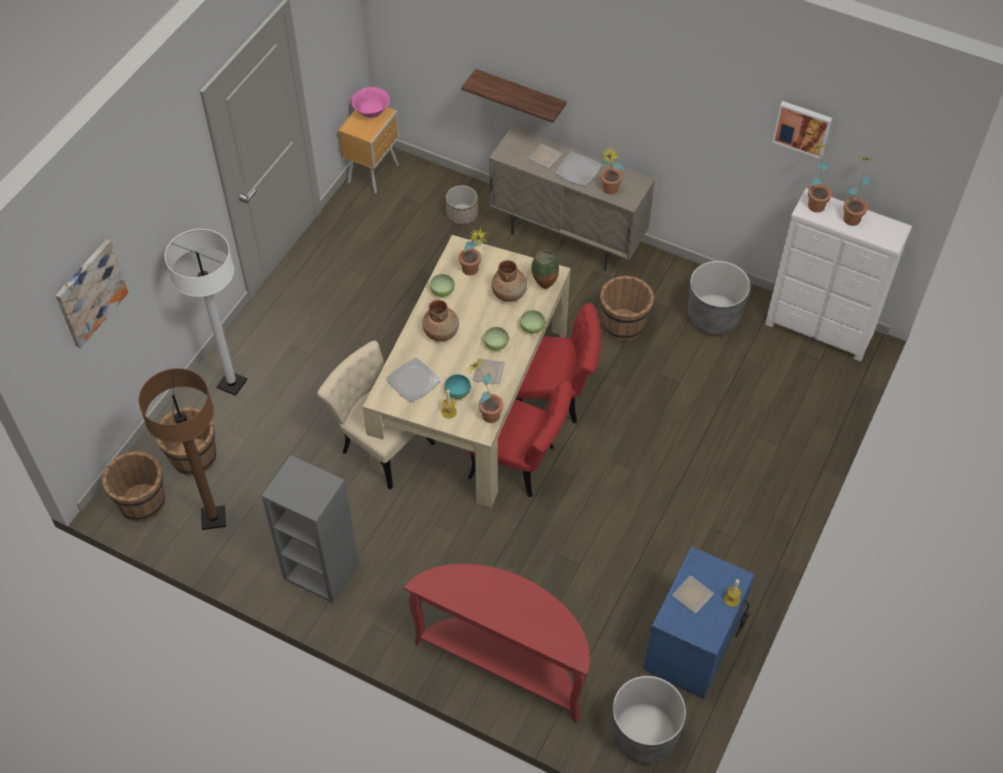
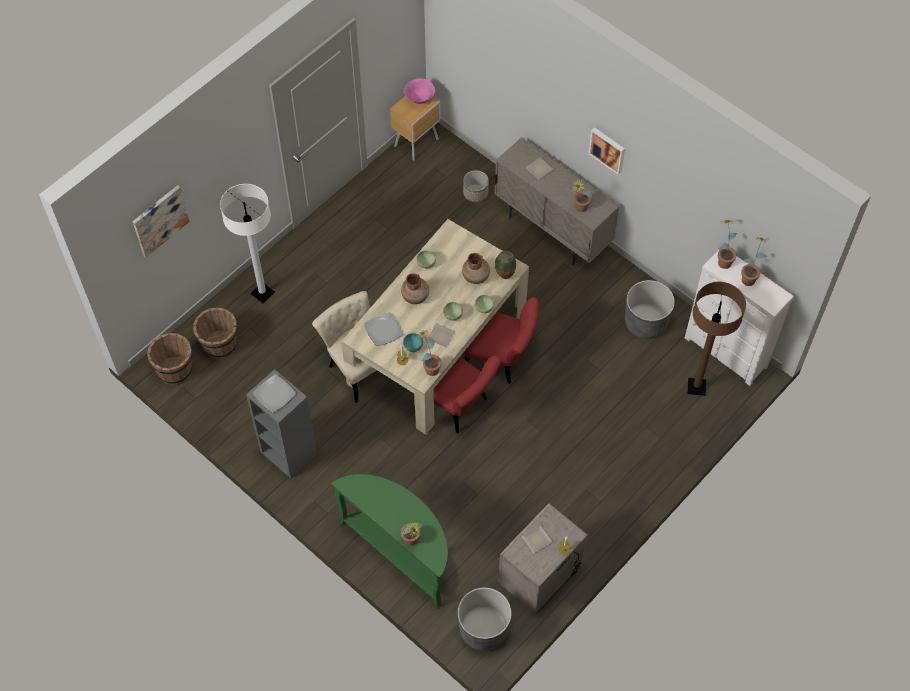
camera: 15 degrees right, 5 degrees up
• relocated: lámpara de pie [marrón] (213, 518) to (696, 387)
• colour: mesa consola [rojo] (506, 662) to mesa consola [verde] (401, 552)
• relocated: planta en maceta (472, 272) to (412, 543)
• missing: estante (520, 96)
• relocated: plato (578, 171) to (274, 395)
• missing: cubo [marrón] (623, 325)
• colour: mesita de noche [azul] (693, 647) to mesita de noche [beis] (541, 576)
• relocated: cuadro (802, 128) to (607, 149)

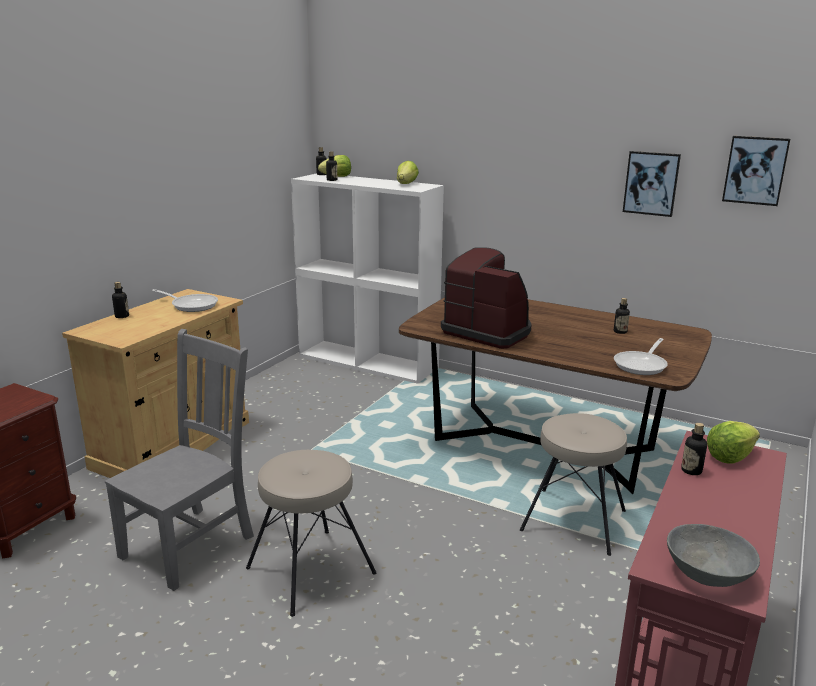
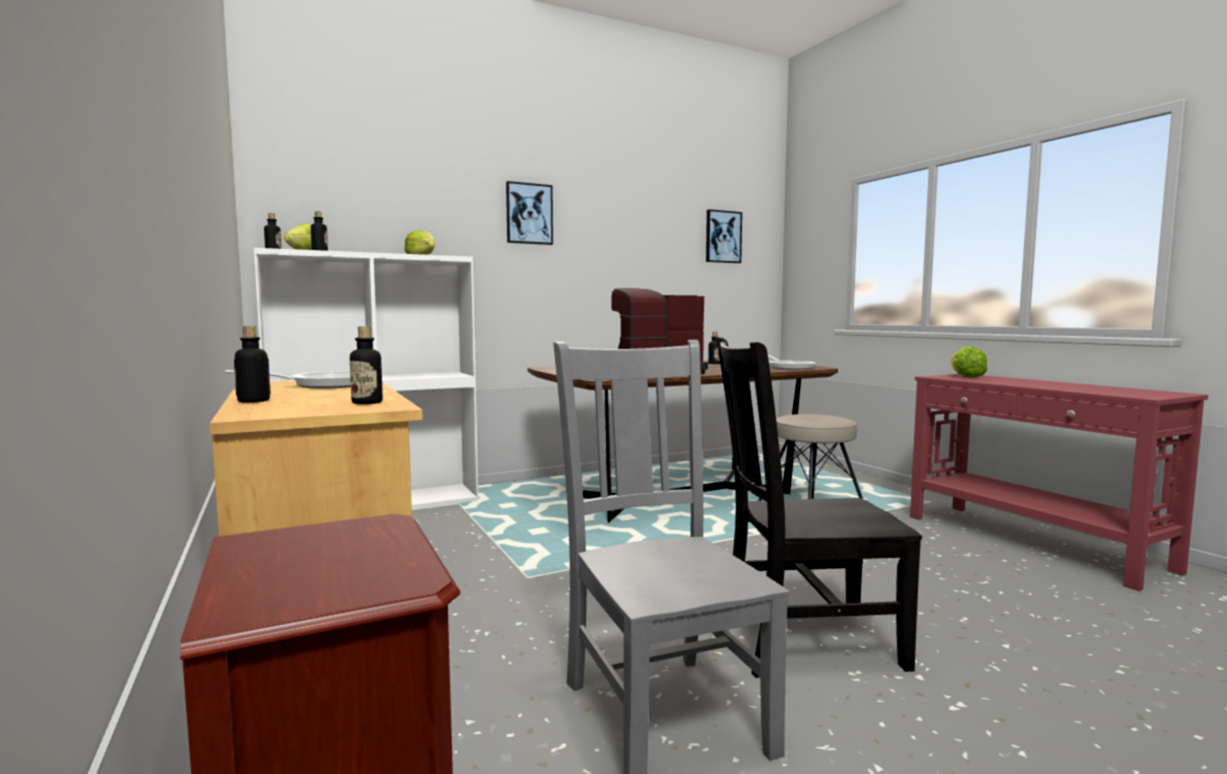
camera: 55 degrees left, 15 degrees down
• exchanged: taburete [beis] (310, 569) to silla [negro] (802, 641)
• relocated: cuadro (651, 183) to (529, 214)
• missing: cuenco [gris] (707, 574)
• relocated: botella (691, 470) to (367, 402)

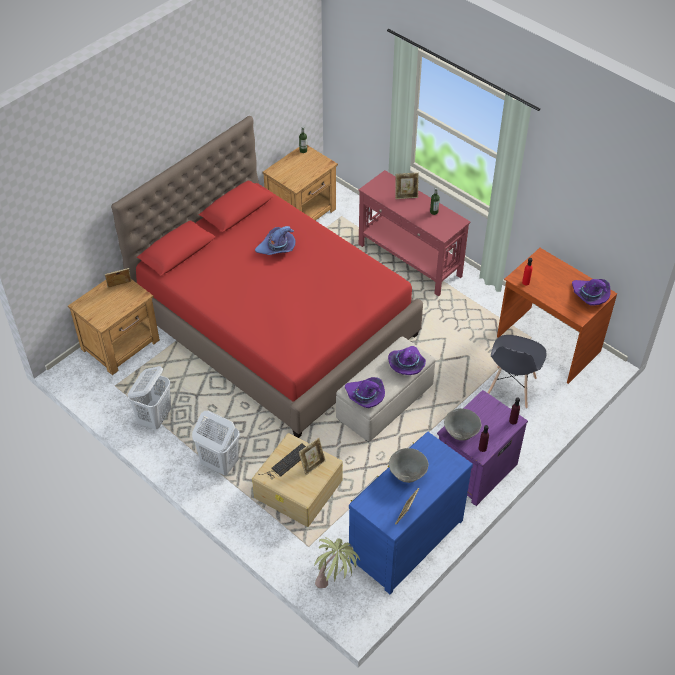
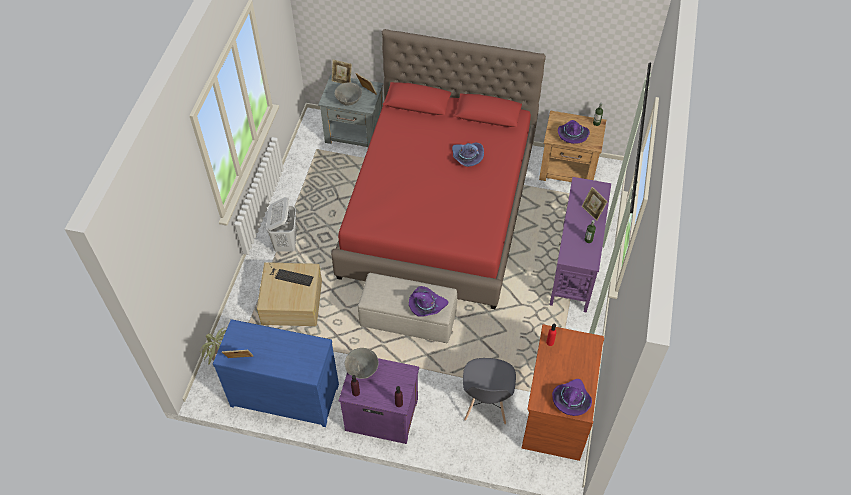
camera: 60 degrees right, 5 degrees up
• colour: mesita de noche [marrón] (121, 344) to mesita de noche [gris] (355, 133)
• missing: cesto de la ropa [blanco] (155, 417)
• relocated: portarretratos (312, 464) to (342, 80)
• relocated: sombrero [morado] (365, 396) to (572, 135)
• colour: mesa consola [rojo] (409, 261) to mesa consola [morado] (574, 266)
• relocated: cuenco [gris] (407, 474) to (349, 101)
• spun: silla [gris] (511, 387) = (486, 404) 75 degrees counterclockwise

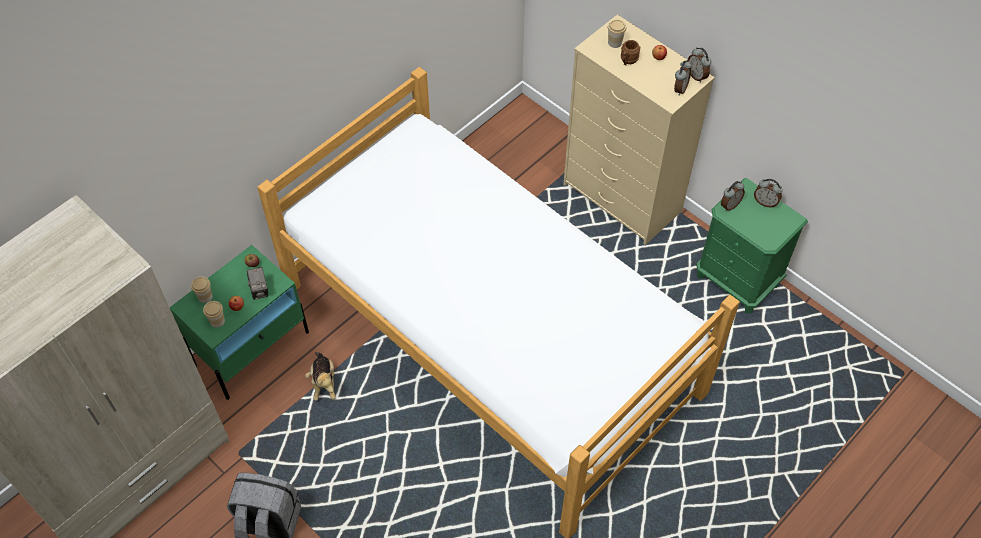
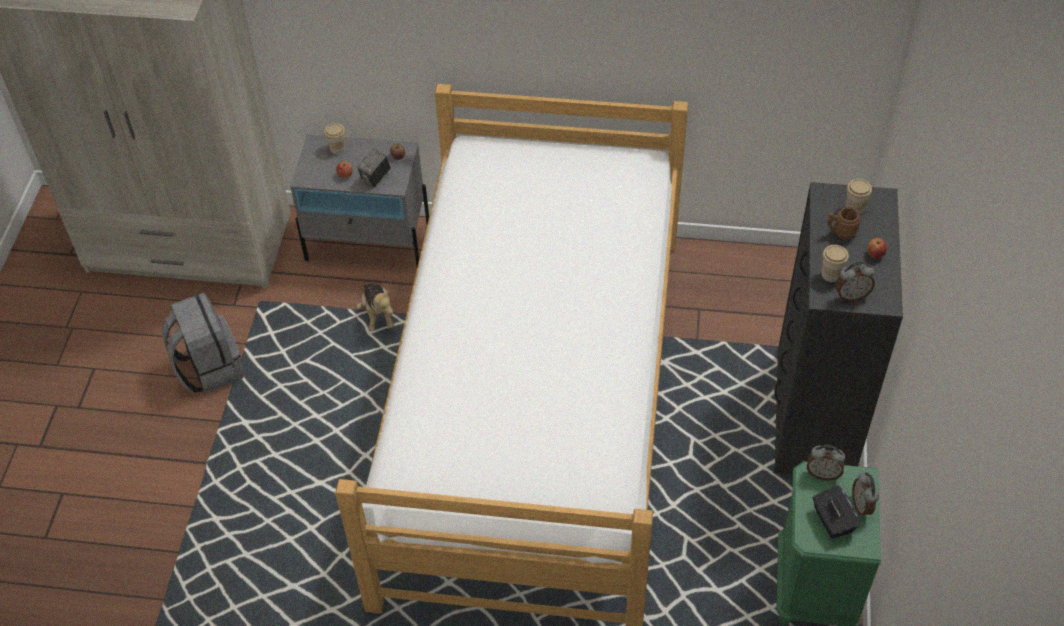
camera: 55 degrees right, 5 degrees down
• colour: mesita de noche [verde] (252, 348) to mesita de noche [gris] (368, 243)
• relocated: taza (217, 321) to (831, 274)
• spun: peluche (324, 382) = (377, 314) 60 degrees counterclockwise
• colour: cómoda [beis] (623, 199) to cómoda [negro] (813, 418)
• missing: despertador (697, 76)
• appeared: caja de pañuelos [negro] (832, 521)

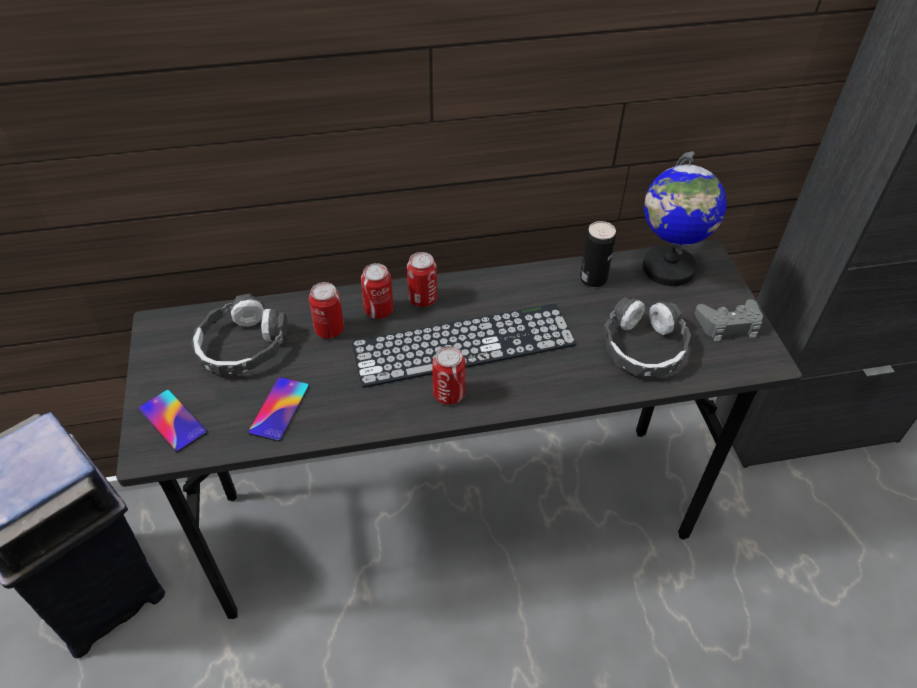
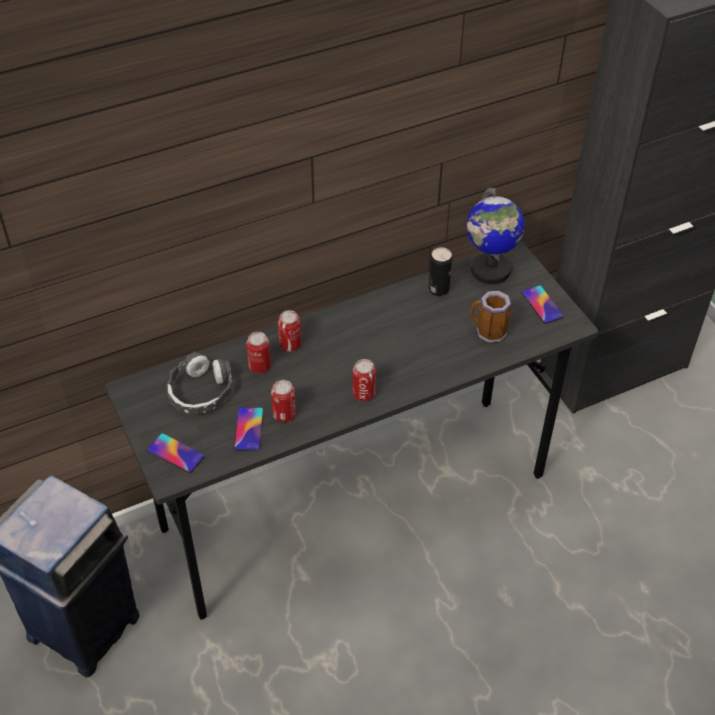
camera: 15 degrees left, 0 degrees up
• missing: teclado (463, 344)
• relocated: lata (422, 298) to (284, 414)
• exchanged: auriculares (643, 347) to taza grande (488, 333)
• exchanged: mando de consola [gris] (728, 324) to móvil (542, 305)

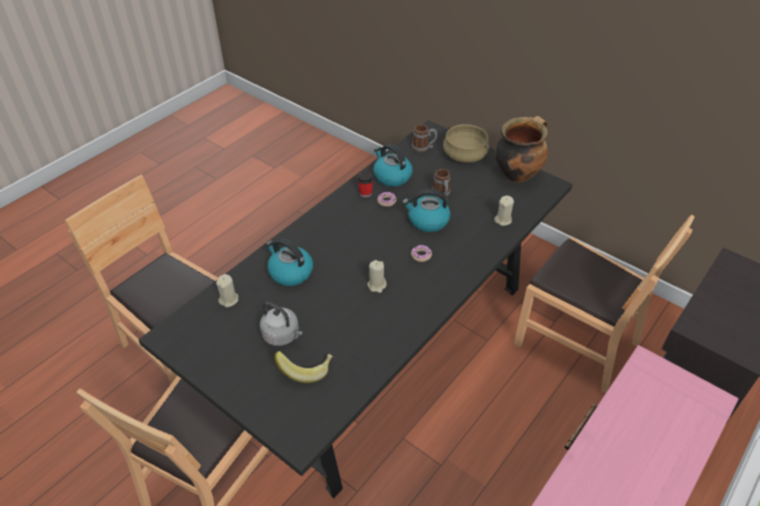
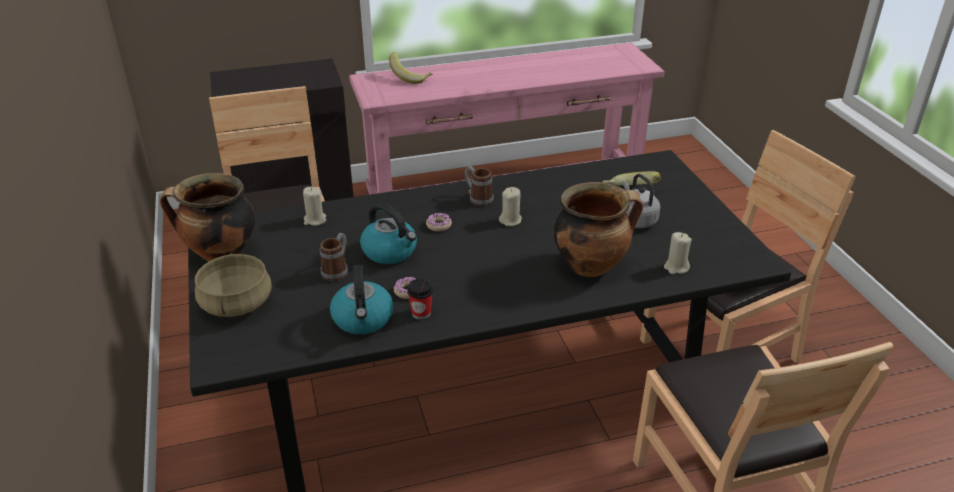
camera: 145 degrees left, 10 degrees down
• exchanged: hervidor (290, 272) to olla (591, 265)
• relocated: taza grande (423, 147) to (478, 198)
• appeared: plátano (411, 78)

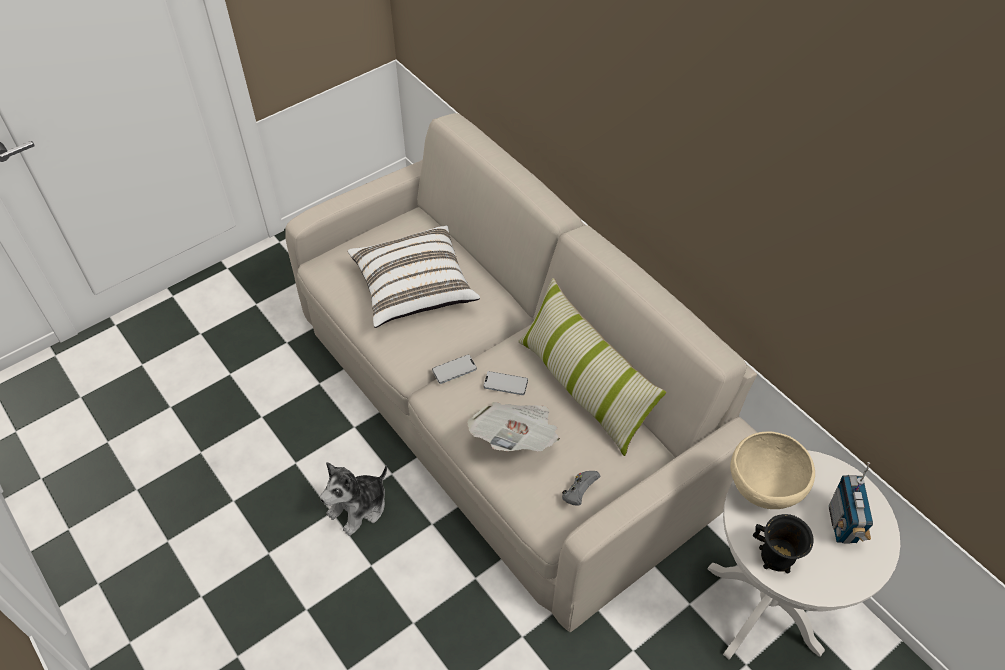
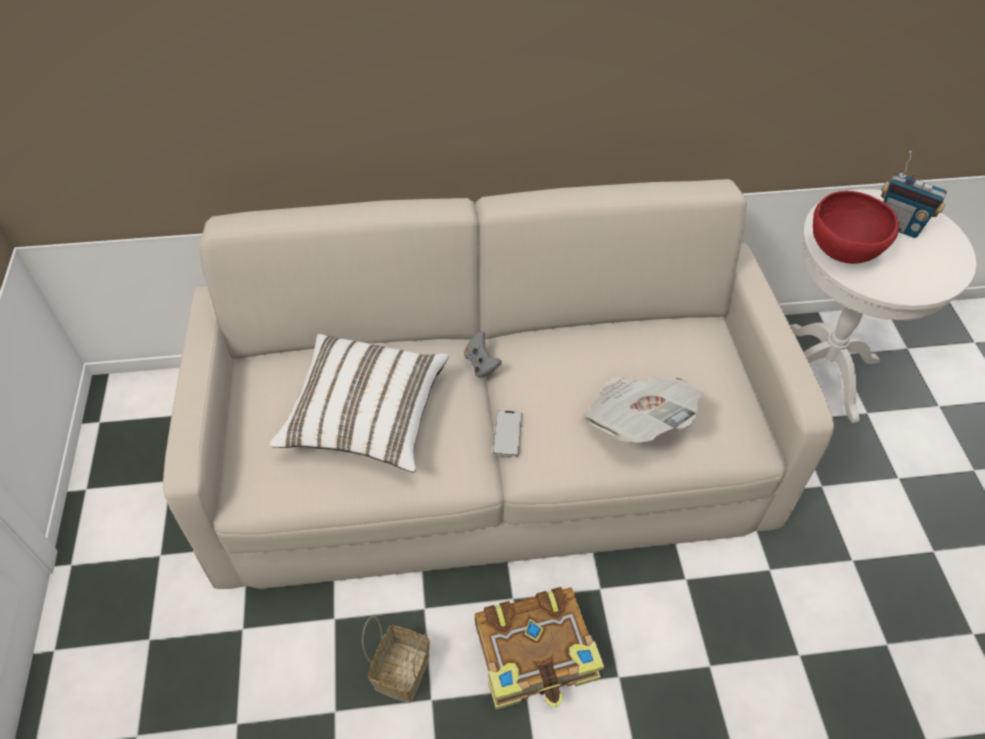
camera: 60 degrees left, 0 degrees up
• exchanged: peluche (359, 507) to libro (537, 654)
• missing: móvil (505, 384)
• missing: cojín (583, 387)
• relocated: mando de consola [gris] (579, 493) to (481, 364)
• colour: cuenco [beis] (763, 488) to cuenco [rojo] (840, 252)
• missing: taza grande [negro] (777, 557)
• appeared: cesta (401, 669)

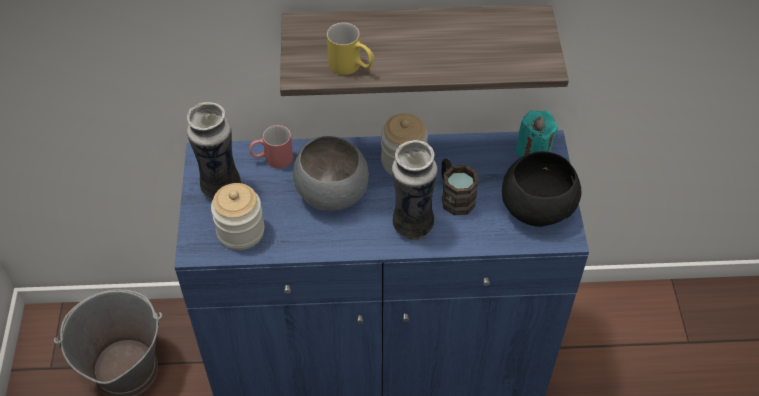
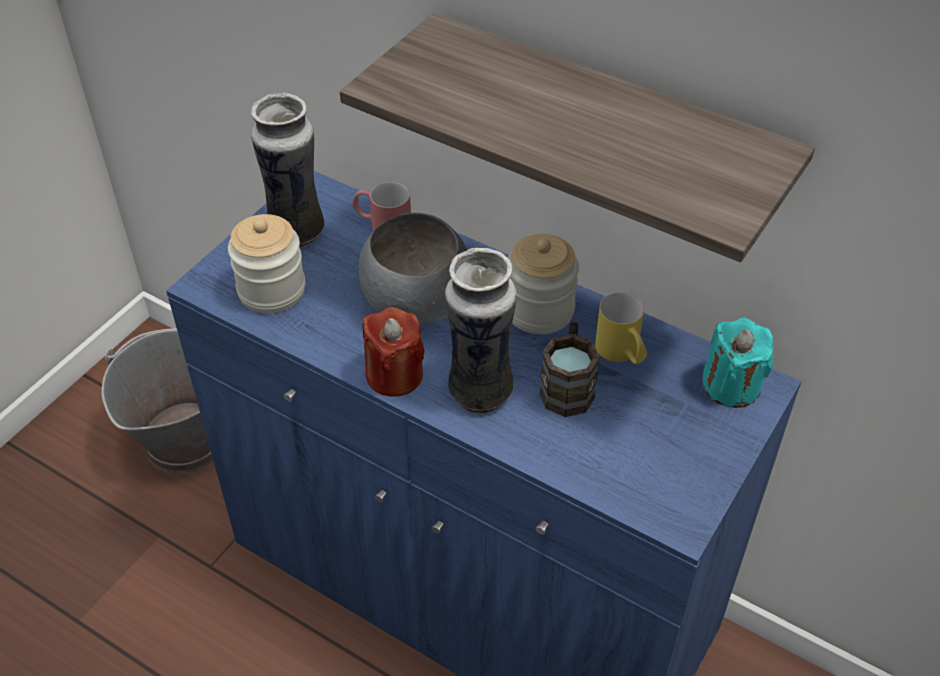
camera: 35 degrees right, 5 degrees down
• relocated: taza grande [amarillo] (351, 67) to (622, 354)
• missing: cuenco [negro] (536, 207)
• appeared: vela [rojo] (394, 375)

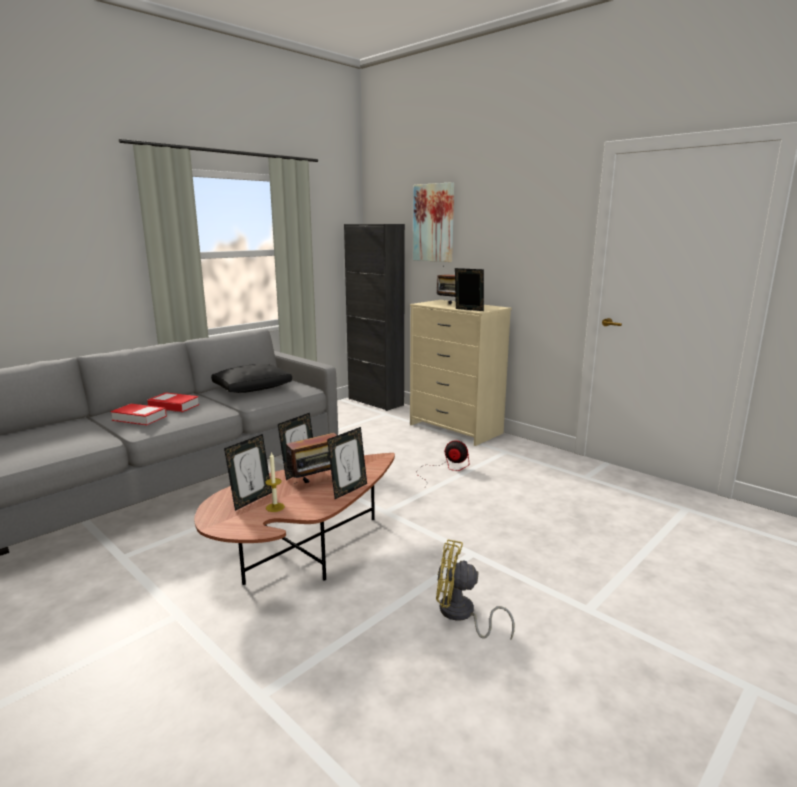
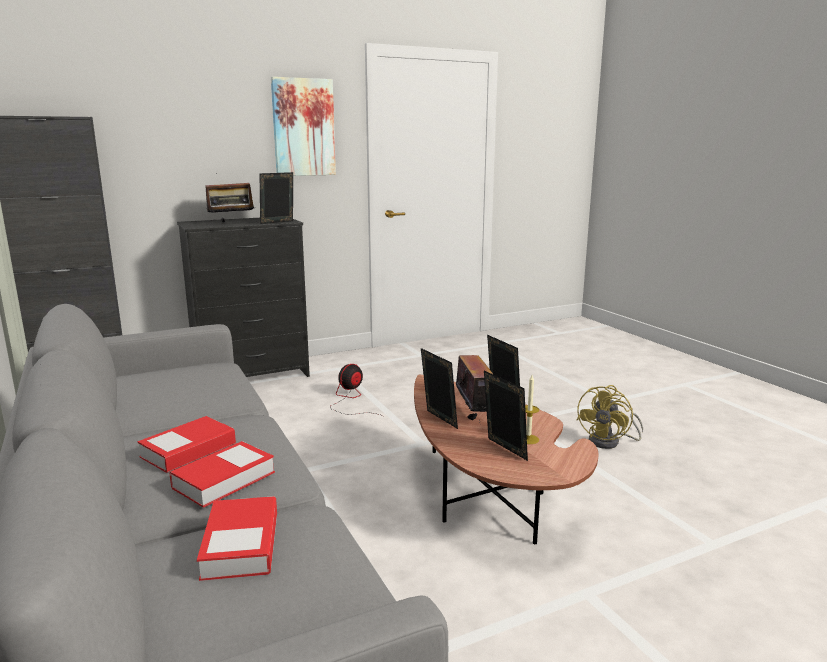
camera: 70 degrees left, 0 degrees up
• missing: cojín [negro] (253, 388)
• colour: cómoda [beis] (455, 429) to cómoda [negro] (251, 375)
• relocated: cuadro (434, 223) to (303, 127)
• appeared: libro (241, 545)

